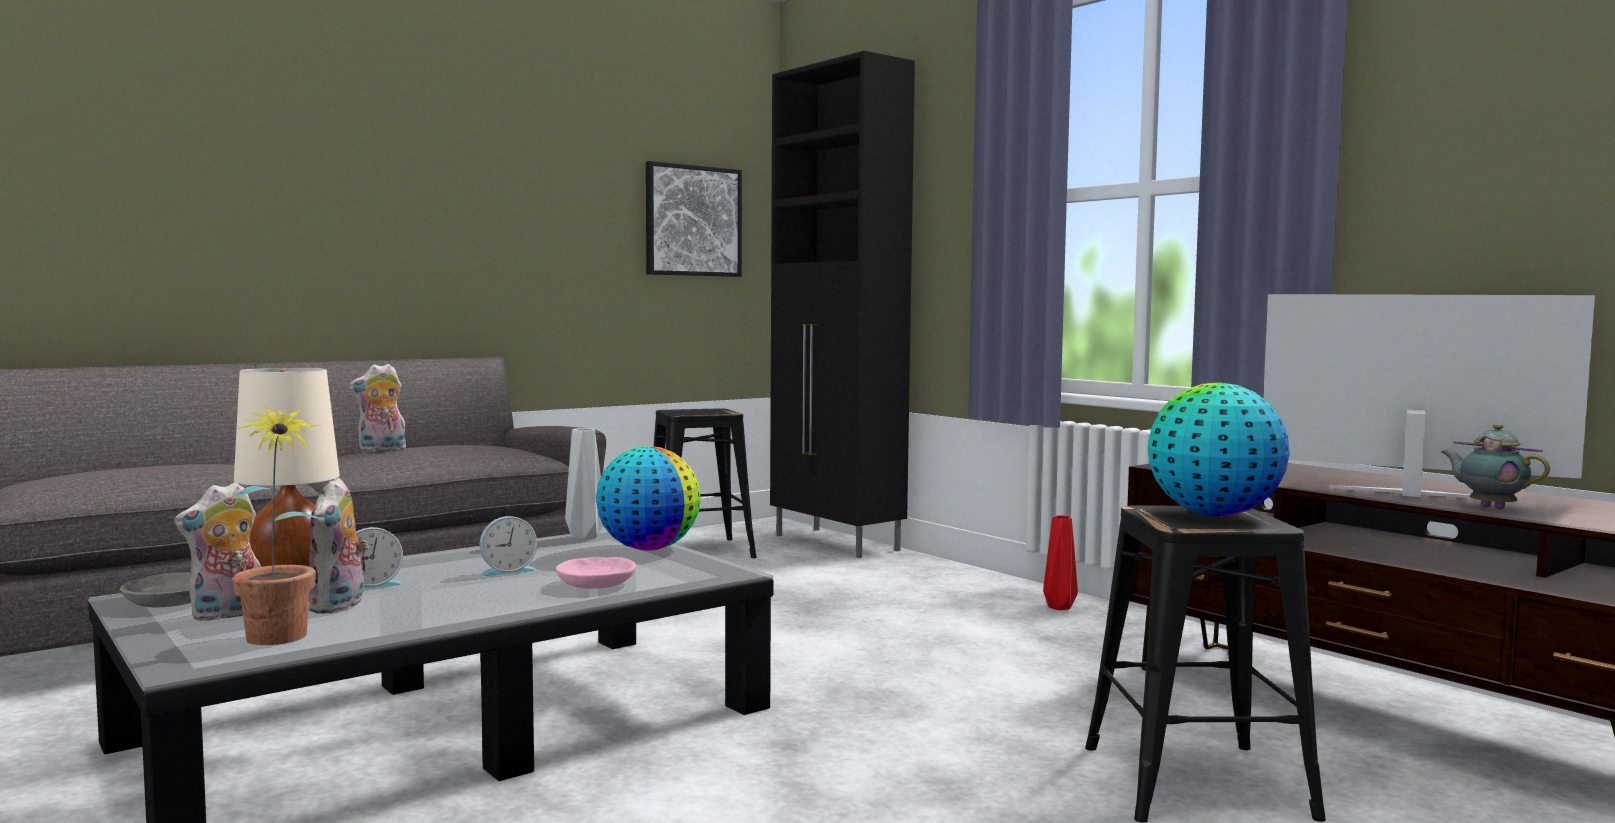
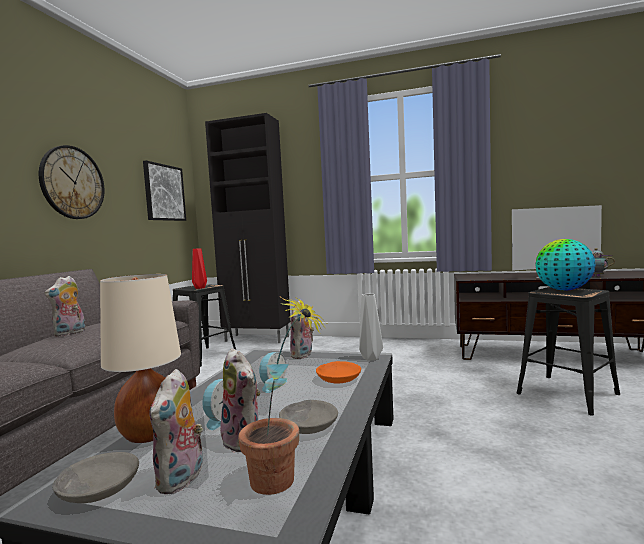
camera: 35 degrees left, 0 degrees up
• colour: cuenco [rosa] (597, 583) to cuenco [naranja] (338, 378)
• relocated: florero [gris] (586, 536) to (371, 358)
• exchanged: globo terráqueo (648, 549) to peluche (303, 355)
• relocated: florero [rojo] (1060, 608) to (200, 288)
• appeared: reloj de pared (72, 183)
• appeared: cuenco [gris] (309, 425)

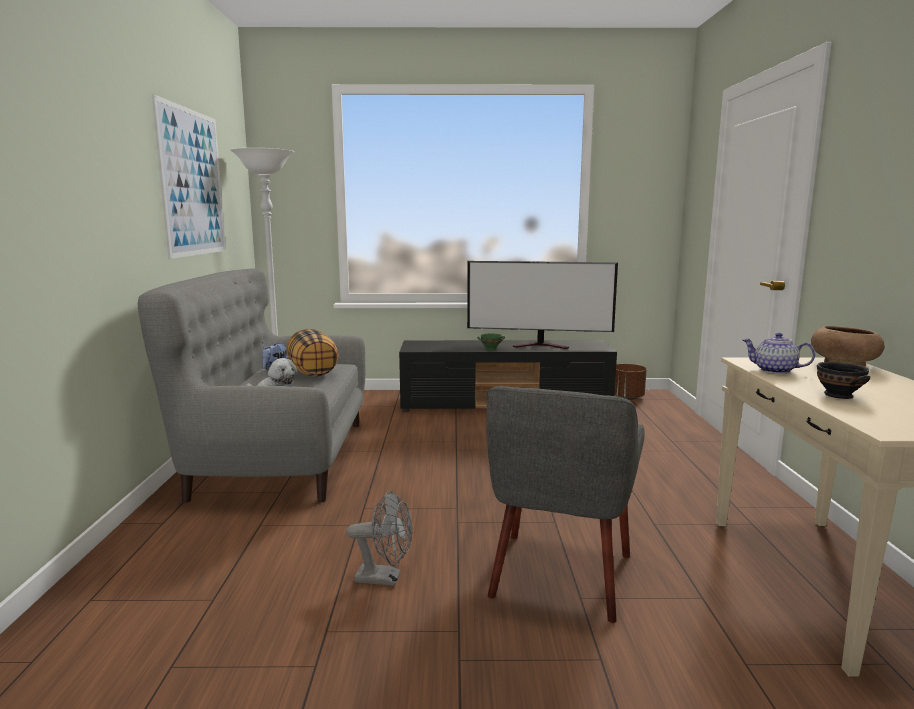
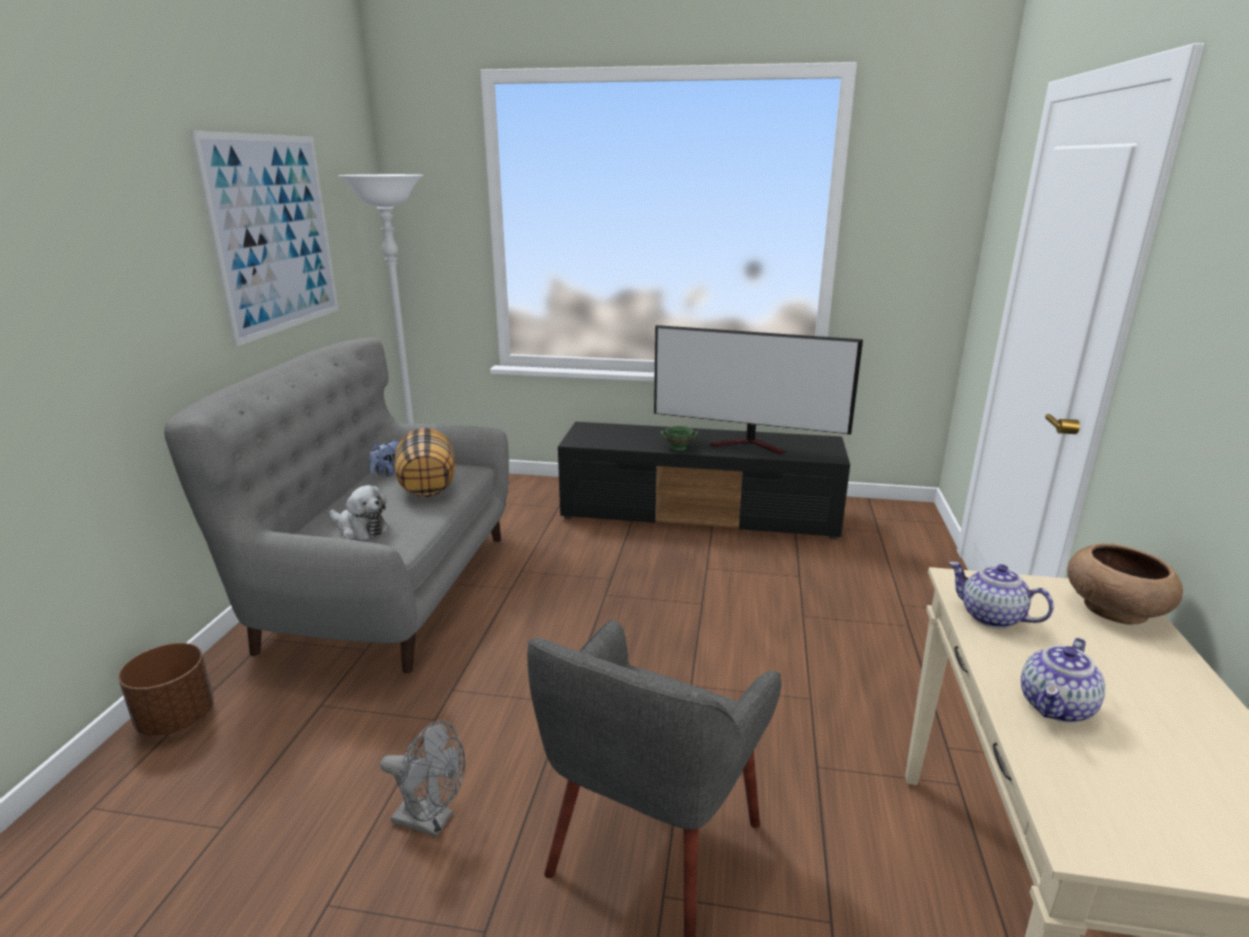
camera: 10 degrees right, 10 degrees up
• relocated: maceta [marrón] (627, 397) to (177, 719)
• exchanged: cuenco [negro] (838, 395) to tetera (1056, 707)

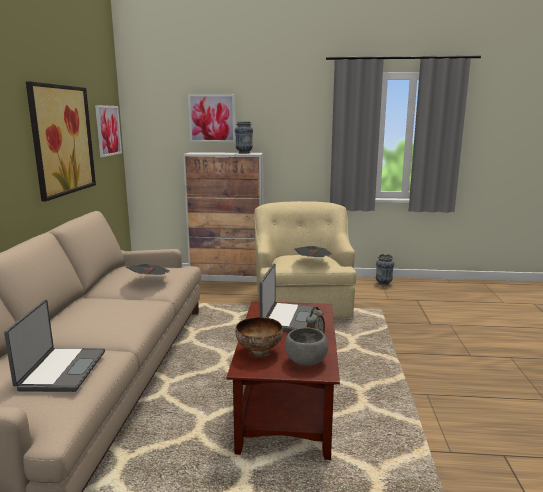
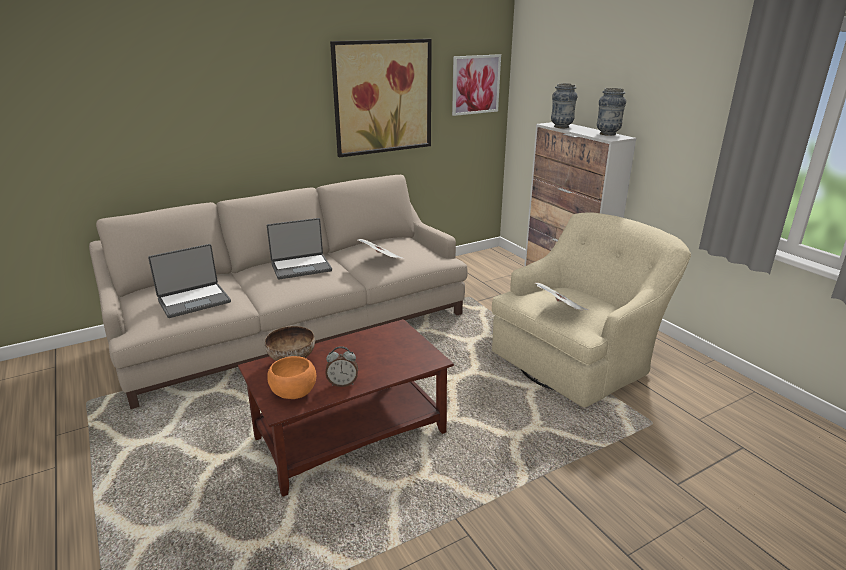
camera: 55 degrees right, 10 degrees up
• missing: cuadro (212, 118)
• relocated: portátil (287, 318) to (301, 267)
• colour: cuenco [gris] (306, 361) to cuenco [naranja] (294, 393)
• relocated: florero (383, 283) to (561, 127)

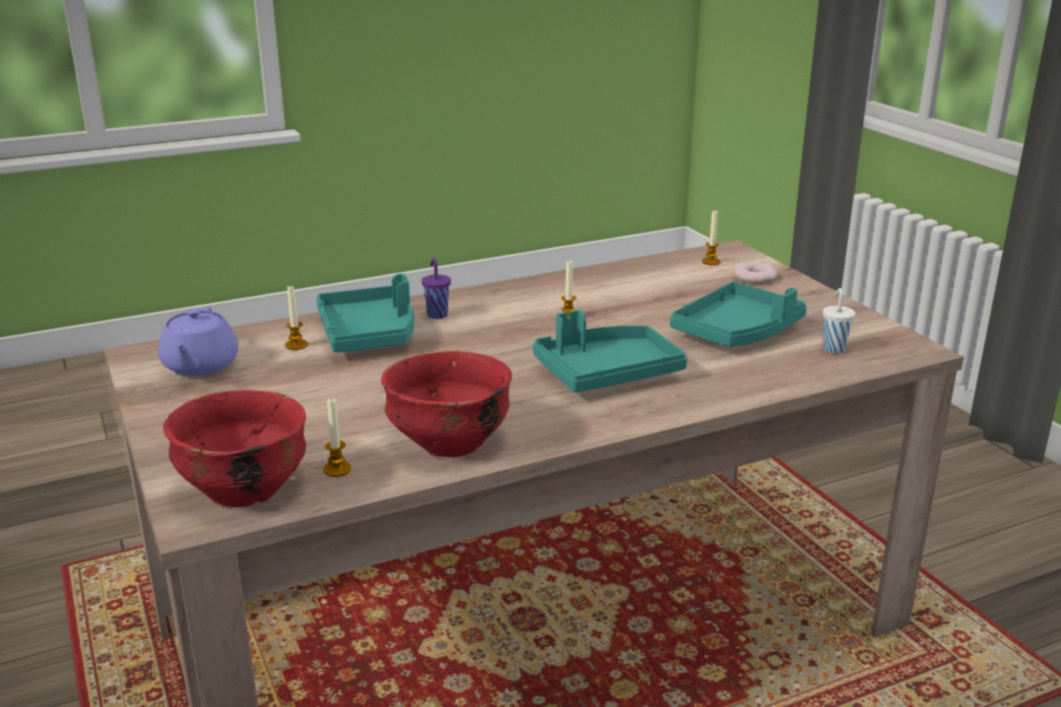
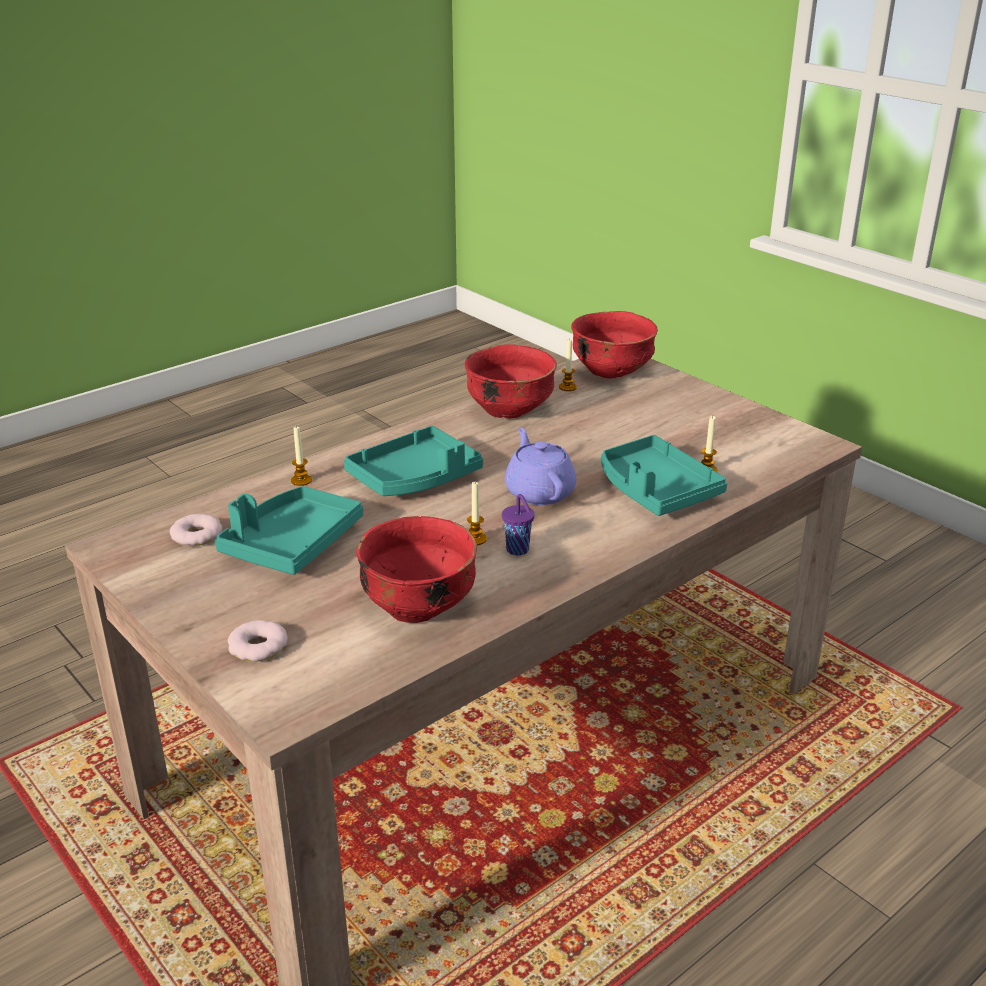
camera: 165 degrees right, 5 degrees up
• relocated: tetera [morado] (200, 366) to (539, 491)
• relocated: taza [morado] (437, 314) to (518, 550)
• relocated: vela (711, 262) to (301, 480)
• exchanged: taza [blanco] (833, 348) to rosquilla (196, 535)
• appeared: cuenco [rojo] (417, 605)

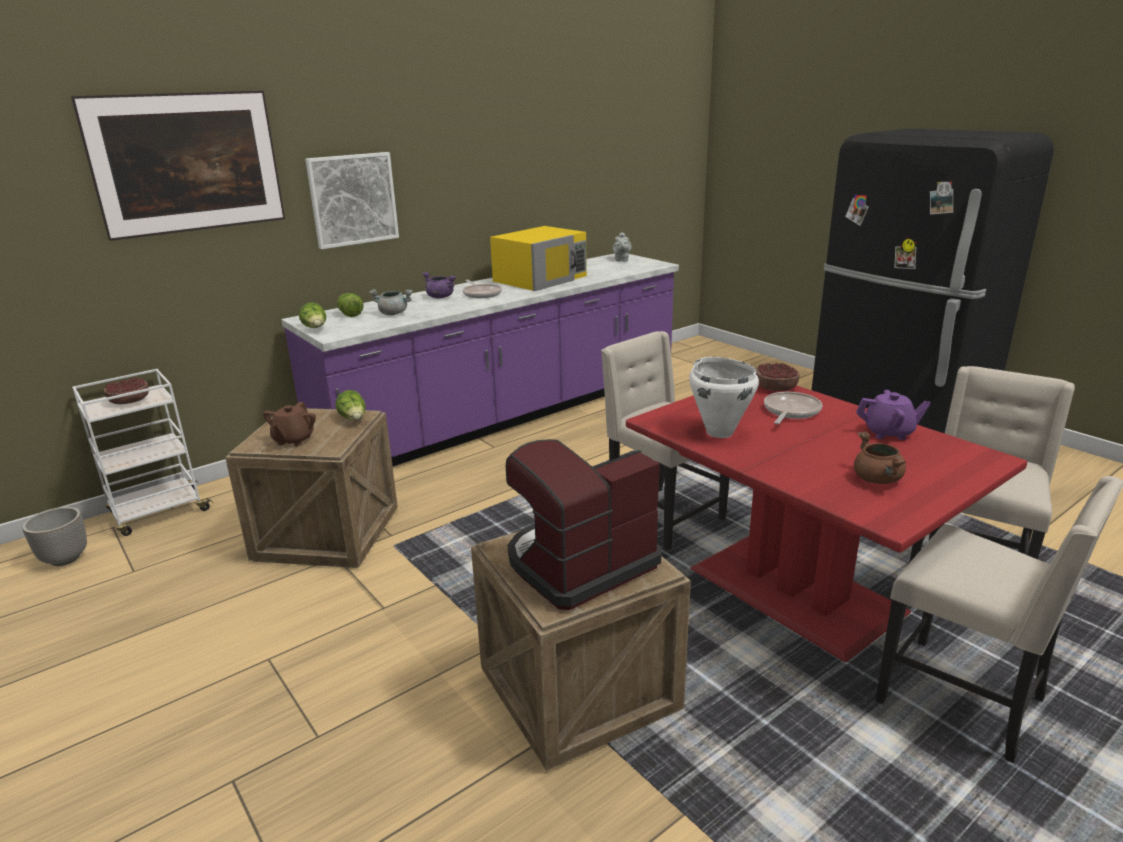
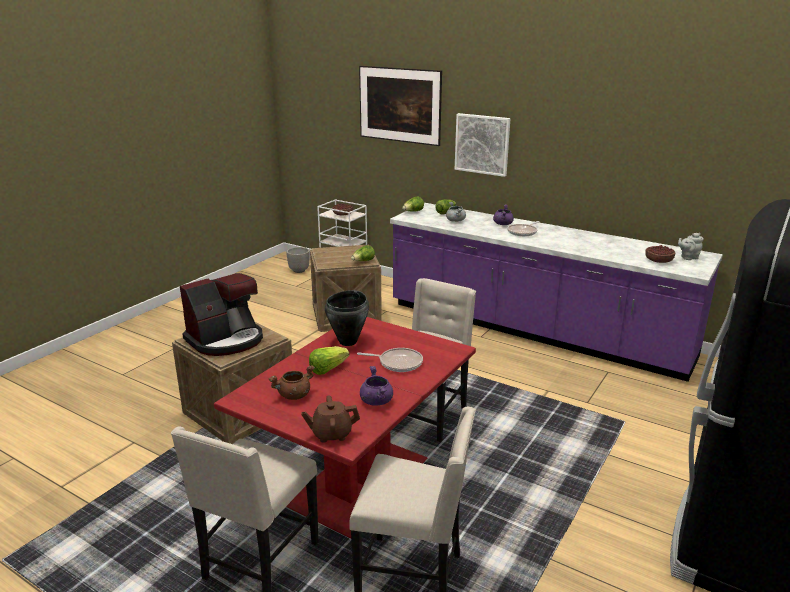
camera: 70 degrees right, 0 degrees up
• relocated: tetera [marrón] (293, 440) to (331, 434)
• missing: microondas [amarillo] (541, 278)
• spun: cafetera (579, 564) = (226, 340) 105 degrees clockwise
• colour: olla [blanco] (719, 432) to olla [negro] (348, 341)
• relocated: cuenco (775, 387) to (659, 260)
• exchanged: tetera [morado] (889, 433) to olla [morado] (376, 401)
• appeared: lechuga (327, 369)

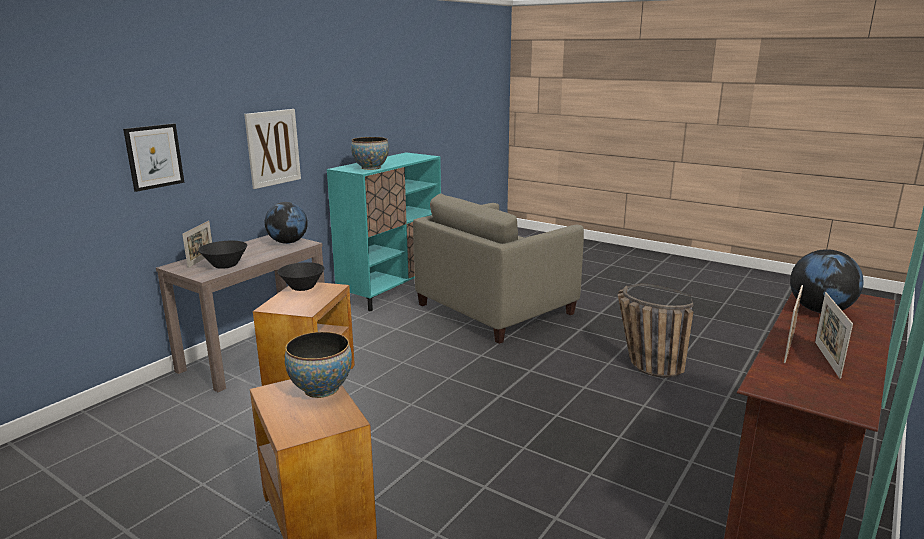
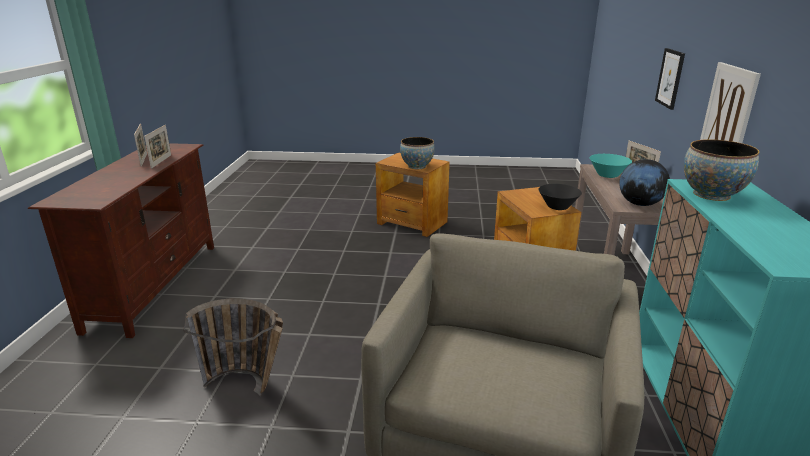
camera: 150 degrees right, 5 degrees up
• colour: cuenco [negro] (225, 265) to cuenco [turquesa] (607, 175)
• missing: globo terráqueo (820, 310)

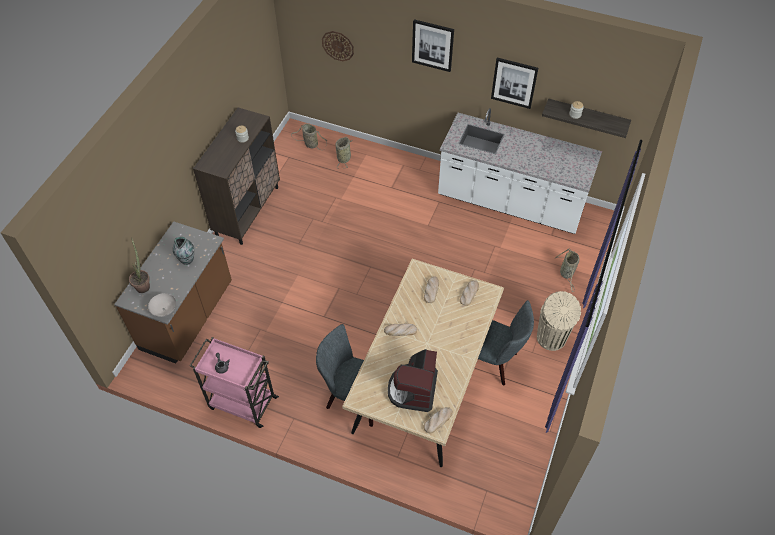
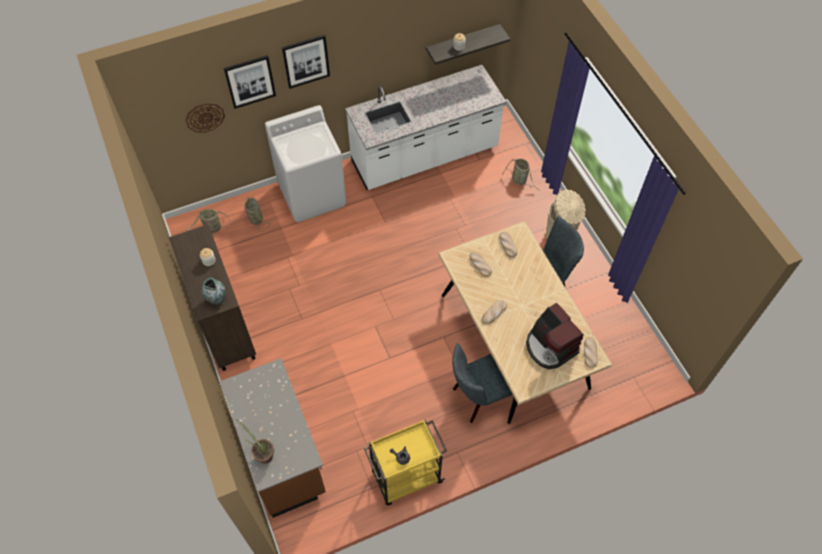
camera: 45 degrees left, 5 degrees up
• missing: cuenco [blanco] (164, 310)
• relocated: florero (187, 259) to (217, 299)
• colour: carrito [rosa] (241, 402) to carrito [amarillo] (405, 478)
• relocated: cuadro (514, 82) to (250, 81)
• appeared: lavadora [blanco] (312, 194)

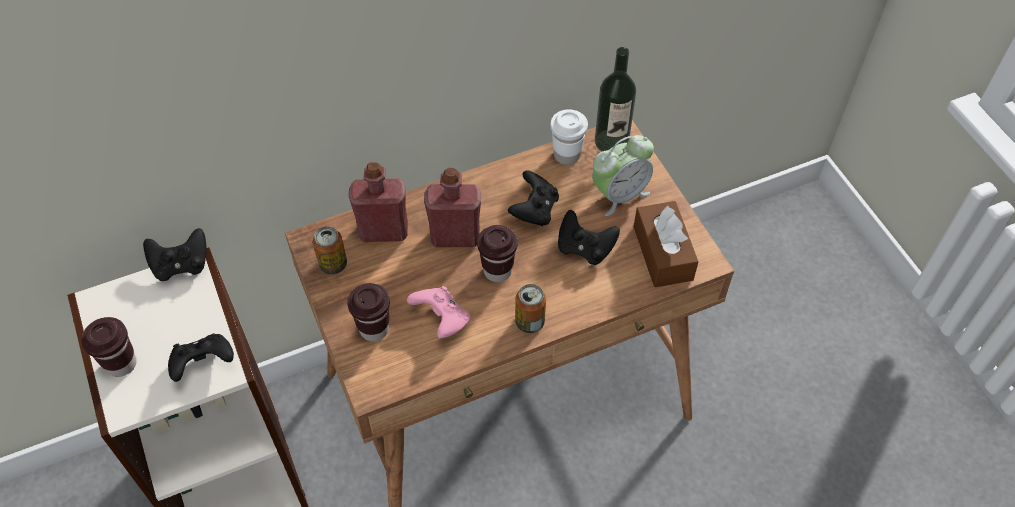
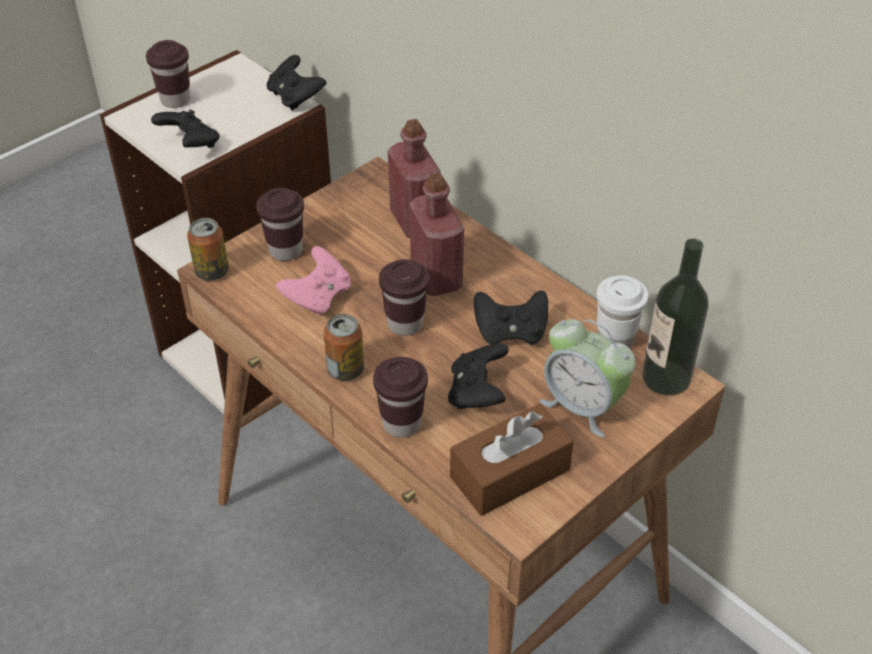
camera: 70 degrees right, 10 degrees down
• relocated: lata (333, 264) to (212, 272)
• appeared: taza [marrón] (401, 423)

